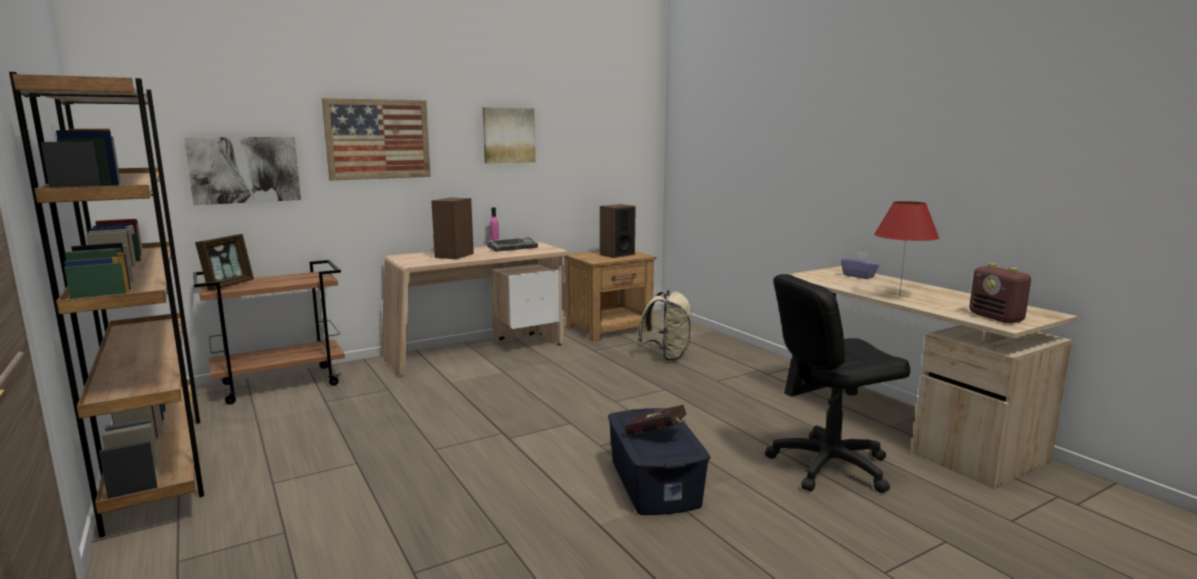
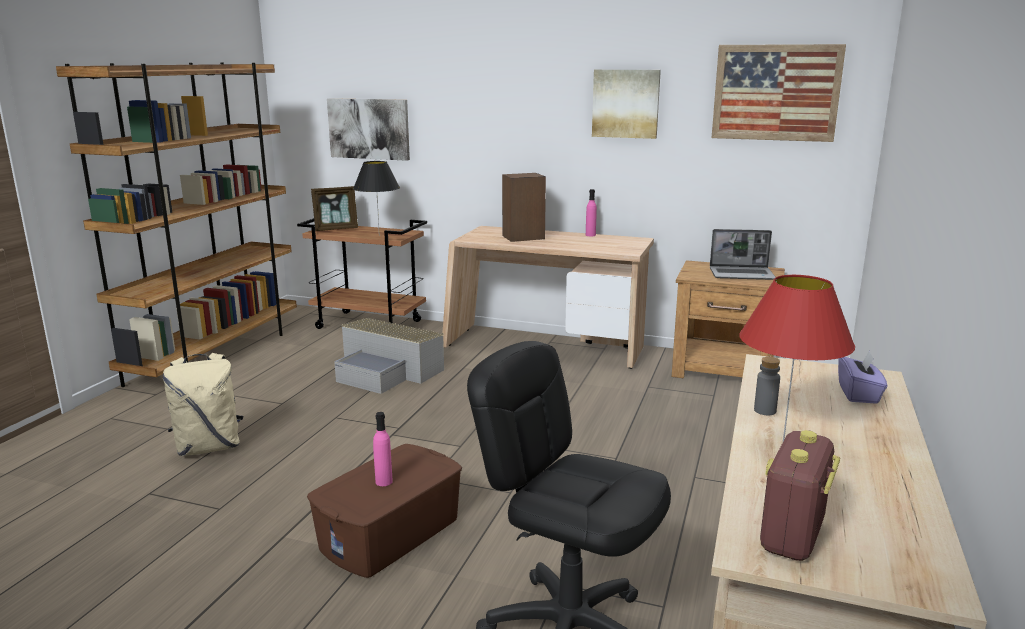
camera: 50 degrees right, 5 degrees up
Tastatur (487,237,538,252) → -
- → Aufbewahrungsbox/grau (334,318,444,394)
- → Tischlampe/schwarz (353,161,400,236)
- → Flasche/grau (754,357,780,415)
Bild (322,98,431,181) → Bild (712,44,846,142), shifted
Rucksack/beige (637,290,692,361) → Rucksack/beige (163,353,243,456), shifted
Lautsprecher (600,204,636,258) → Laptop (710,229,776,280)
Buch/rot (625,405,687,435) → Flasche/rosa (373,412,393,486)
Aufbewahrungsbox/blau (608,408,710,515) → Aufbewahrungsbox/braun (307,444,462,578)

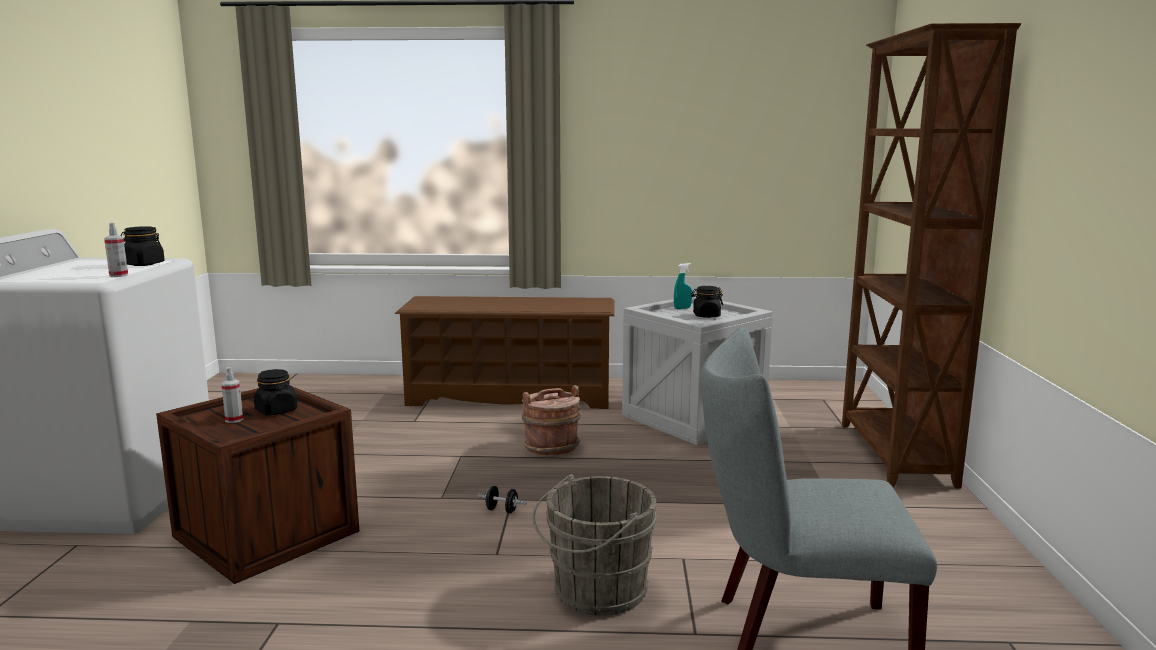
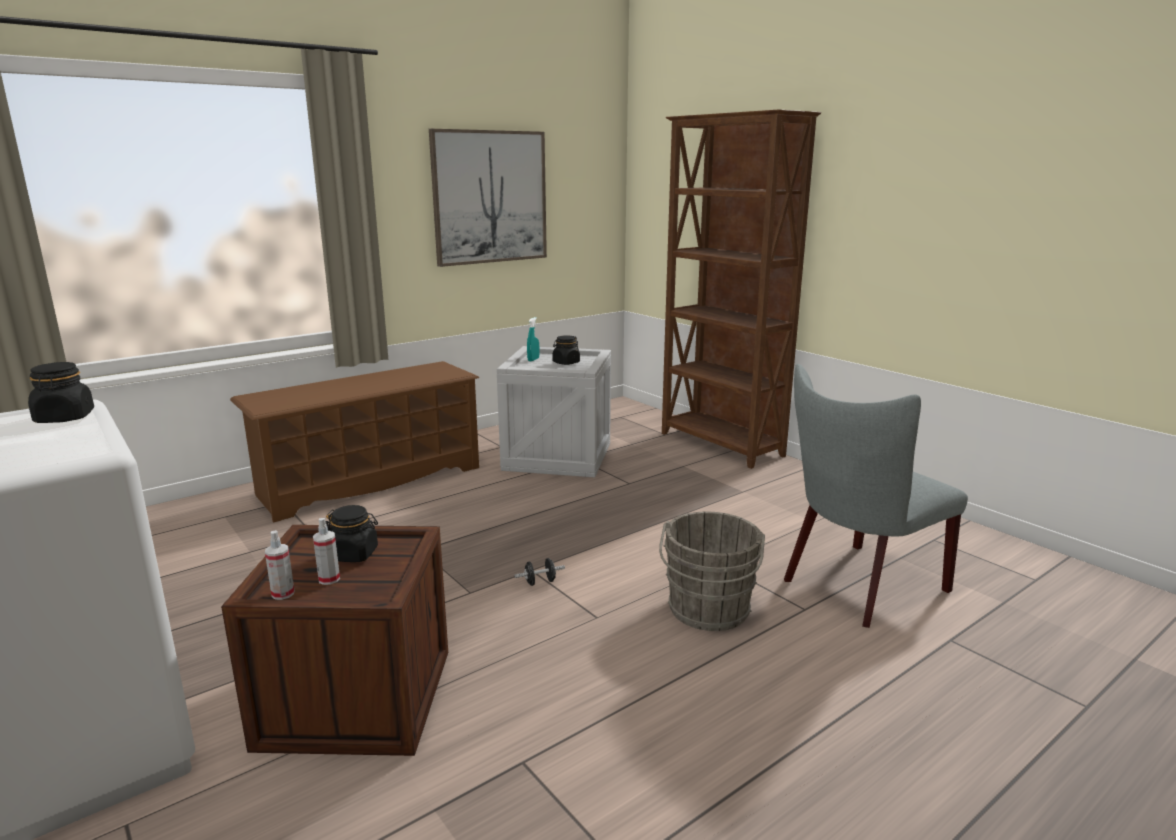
camera: 40 degrees left, 5 degrees up
Eimer/braun (522,385,581,456) → -
- → Bild (429,129,547,267)
Sprühflasche (104,223,128,277) → Sprühflasche (265,530,294,600), shifted

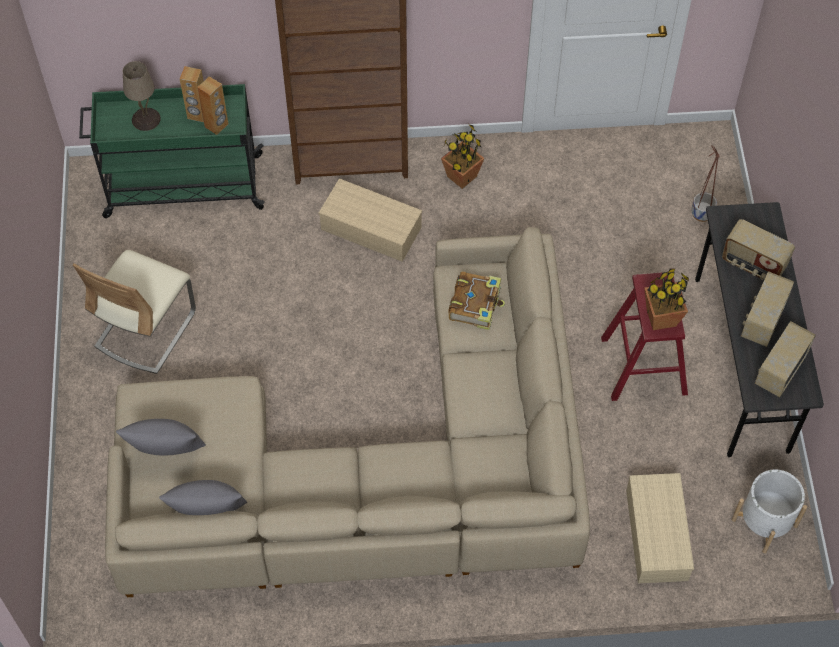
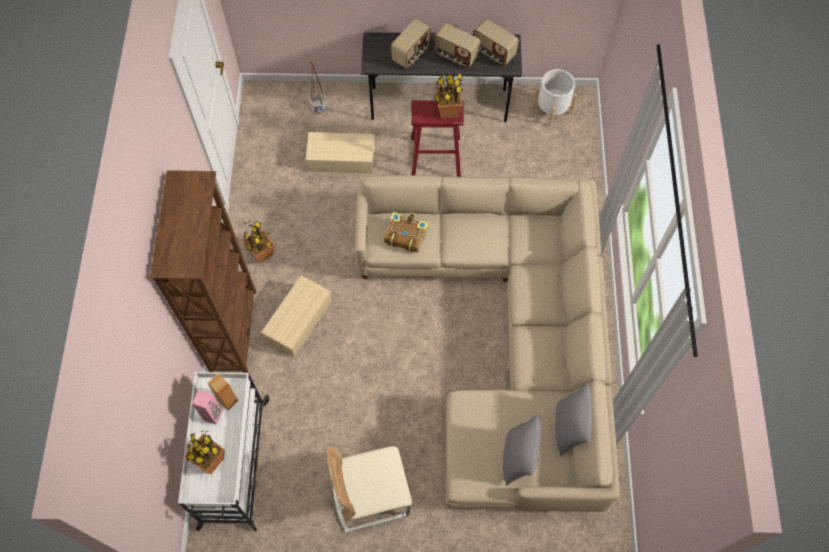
camera: 85 degrees left, 5 degrees up
Aufbewahrungsbox/beige (626,473,694,583) → Aufbewahrungsbox/beige (306,132,374,174), shifted
Tischlampe/beige (123,61,161,131) → Topfpflanze (184,431,225,474)
Rollwagen/grün (79,84,265,218) → Rollwagen/weiß (178,372,270,532)
Lautsprecher/braun (180,66,204,122) → Lautsprecher/rosa (192,390,223,425)
Stuhl/beige (73,250,196,374) → Stuhl/beige (327,446,412,533), 135 degrees clockwise

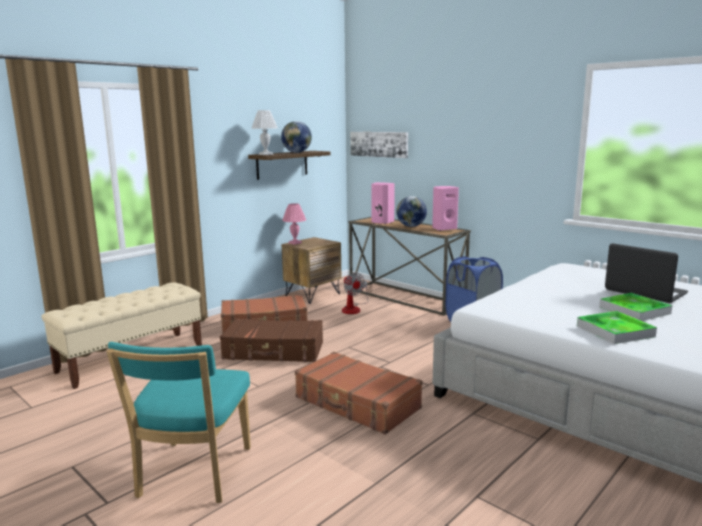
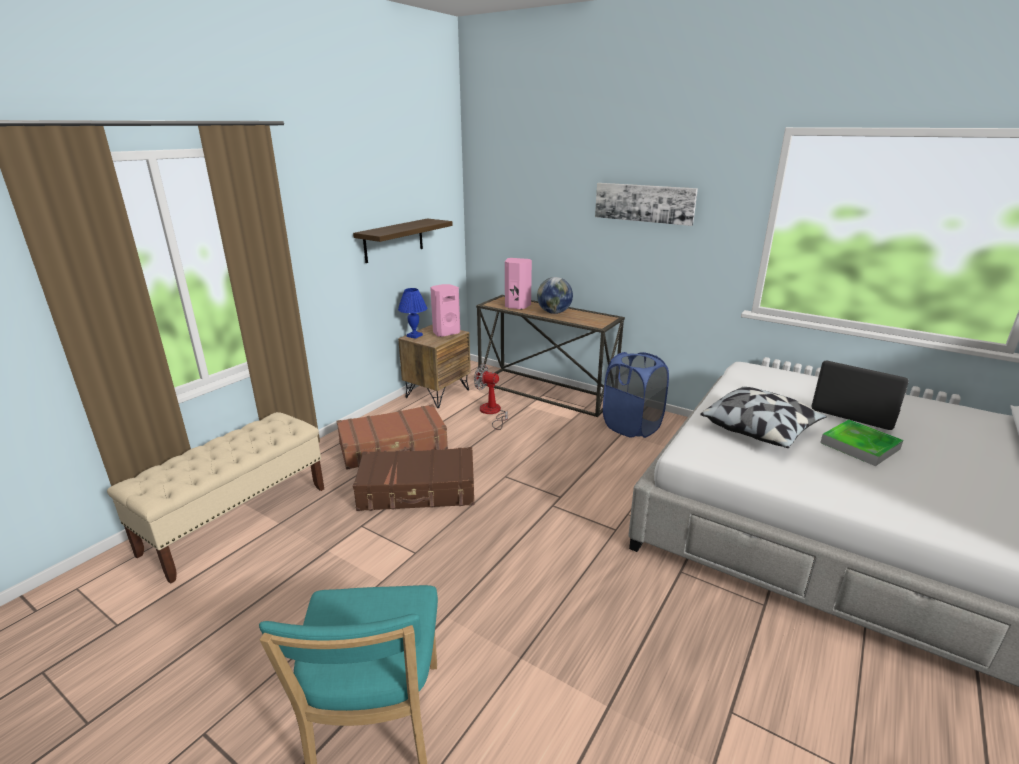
camera: 10 degrees left, 10 degrees up
Tischlampe/weiß (251,110,278,155) → -
Globus (281,121,312,153) → -
Koffer/braun (295,352,423,435) → -
Tablett (577,311,657,344) → -
- → Kissen (701,386,827,448)
Bild (350,132,408,158) → Bild (595,183,698,226), shifted
Lautsprecher/rosa (432,186,459,231) → Lautsprecher/rosa (430,284,460,337), shifted
Tischlampe/rosa (282,203,306,245) → Tischlampe/blau (398,288,427,339)
Ventilator (342,273,369,314) → Ventilator (474,364,508,430), 150 degrees clockwise

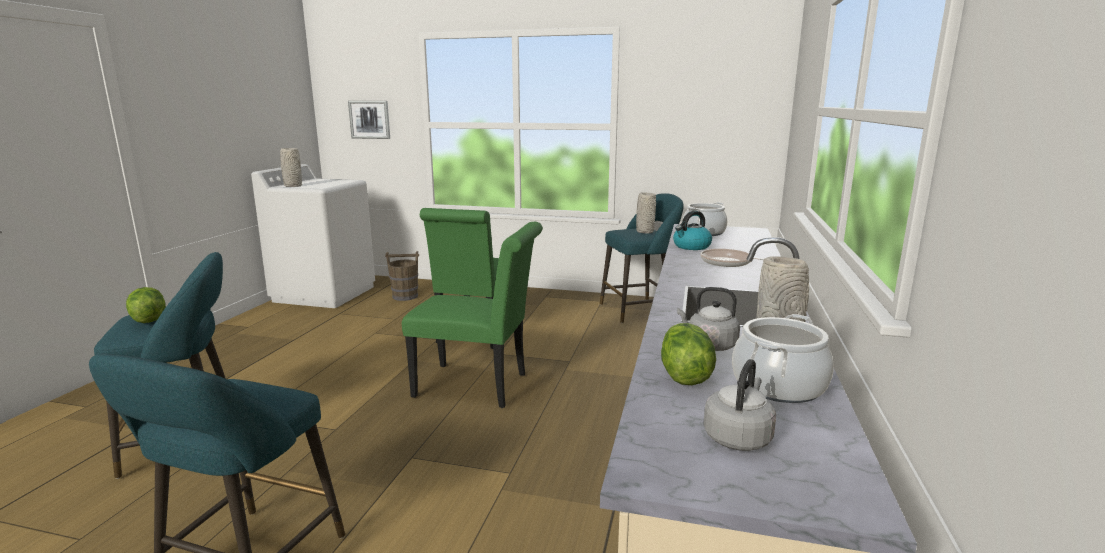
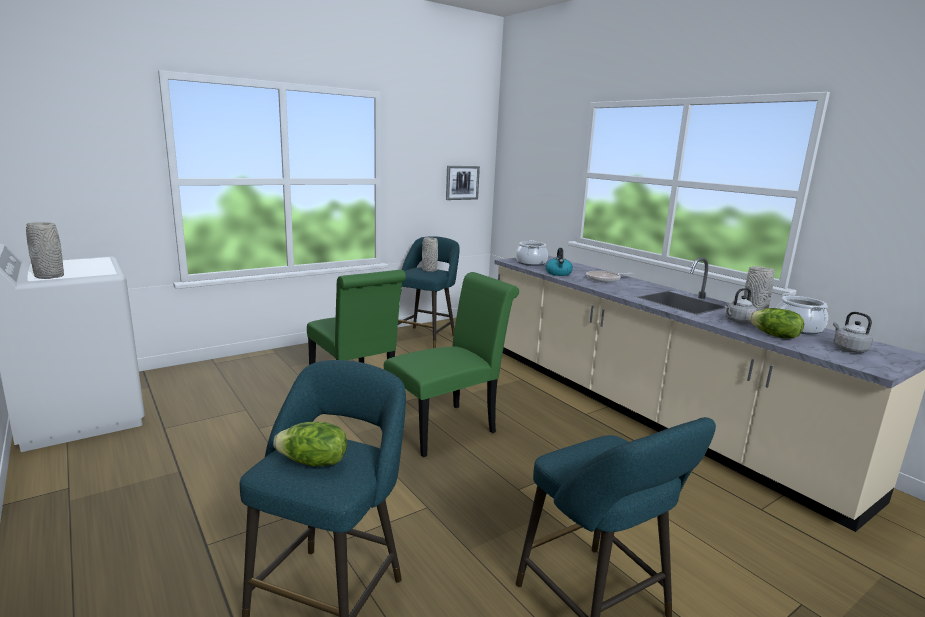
camera: 50 degrees left, 0 degrees up
Eimer/braun (385,251,419,301) → -
Bild (348,101,390,139) → Bild (446,166,480,200), shifted

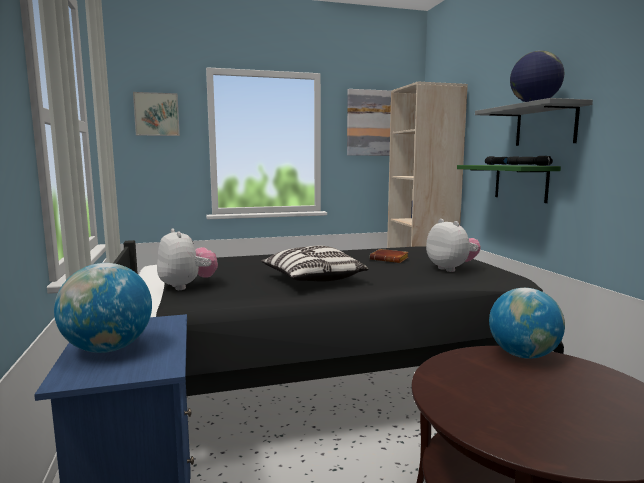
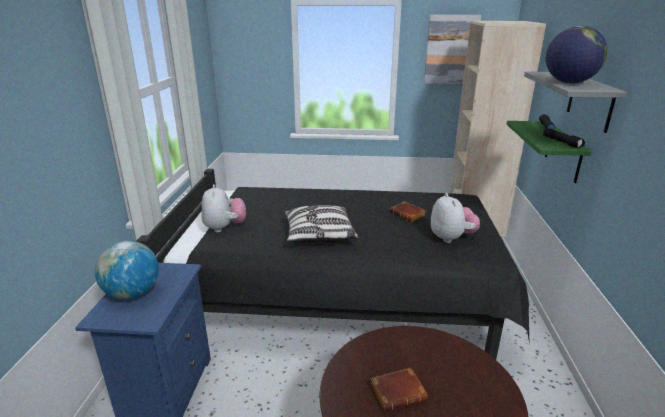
camera: 20 degrees right, 15 degrees up
Bild (133,92,180,136) → -
Globus (489,288,565,359) → -
- → Buch/braun (370,368,428,412)

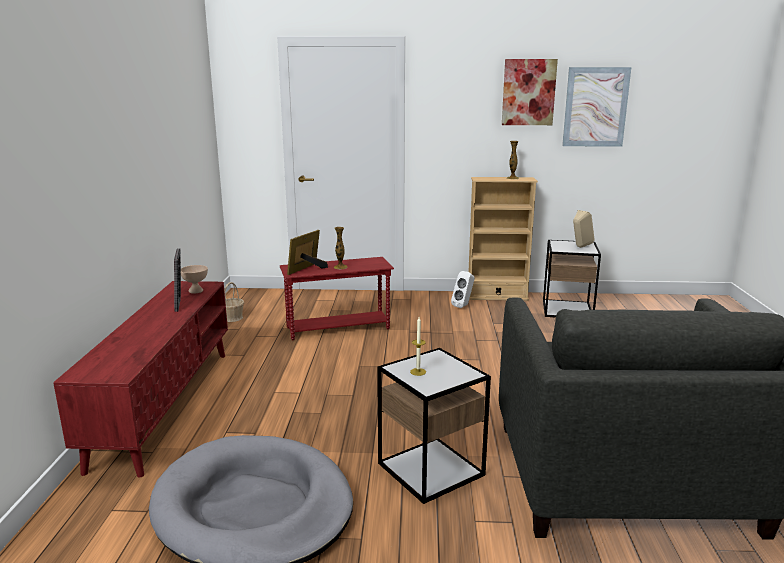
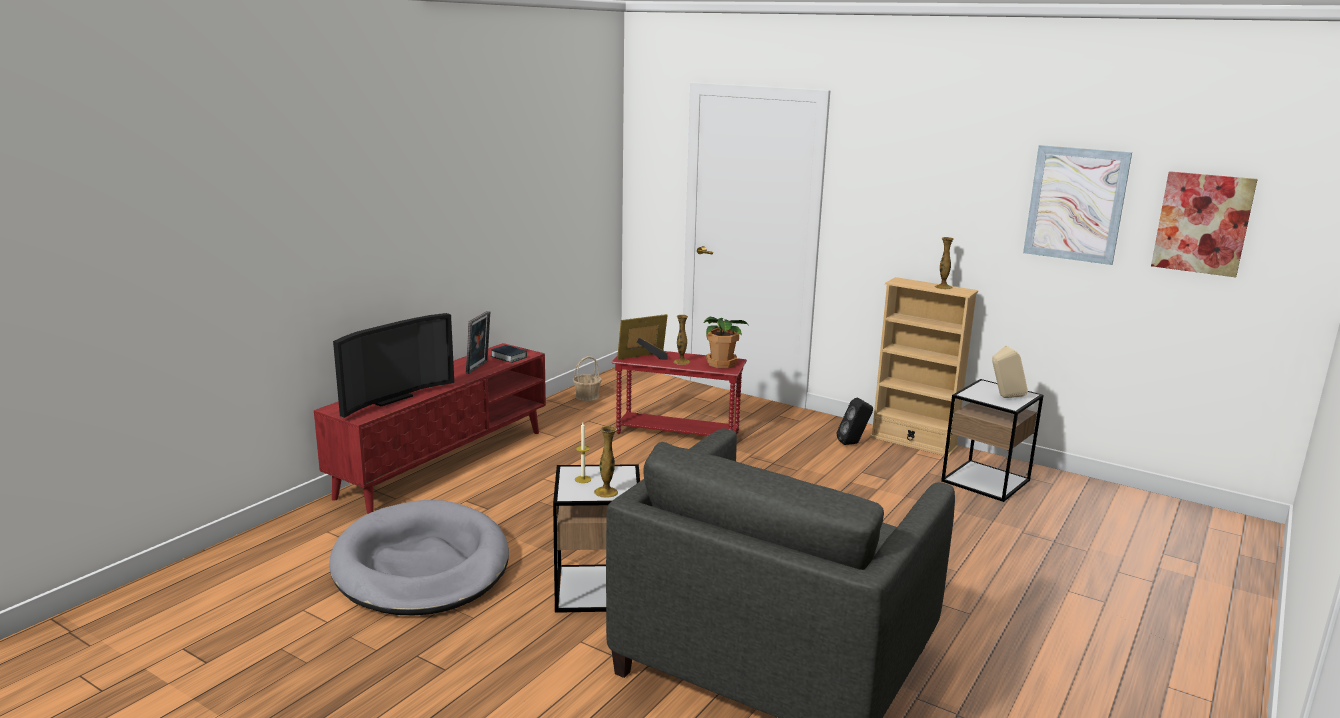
camera: 30 degrees right, 0 degrees up
- → Fernseher (333,313,454,418)
- → Vase (594,426,618,498)
- → Topfpflanze (704,316,748,368)
Bild (502,59,558,125) → Bild (1151,171,1258,278), shifted
Schüssel/beige (181,265,208,294) → Buch (491,345,527,363)
Lautsprecher/weiß (451,271,475,308) → Lautsprecher/schwarz (837,398,873,445)

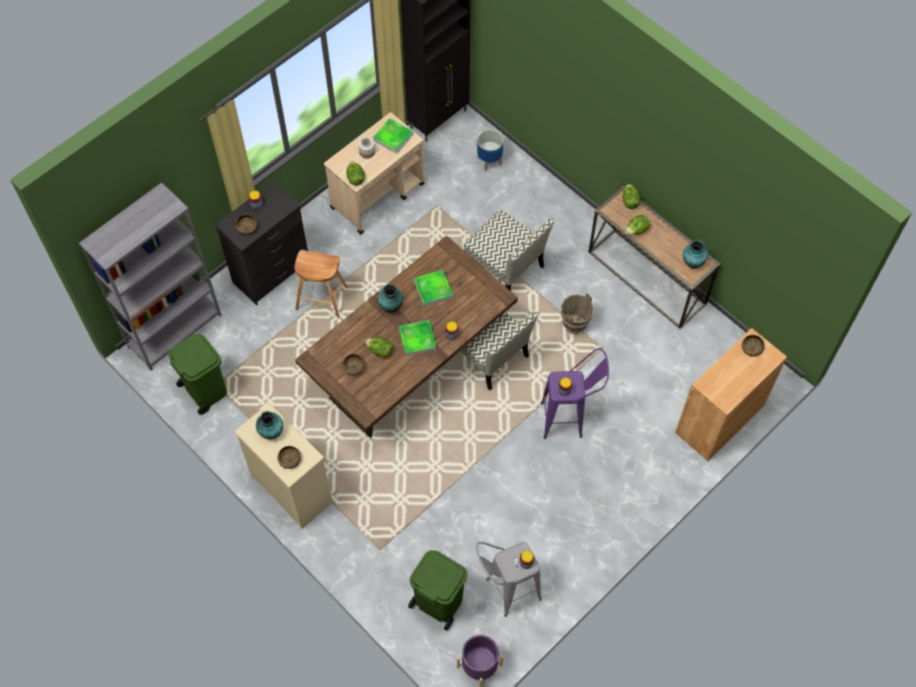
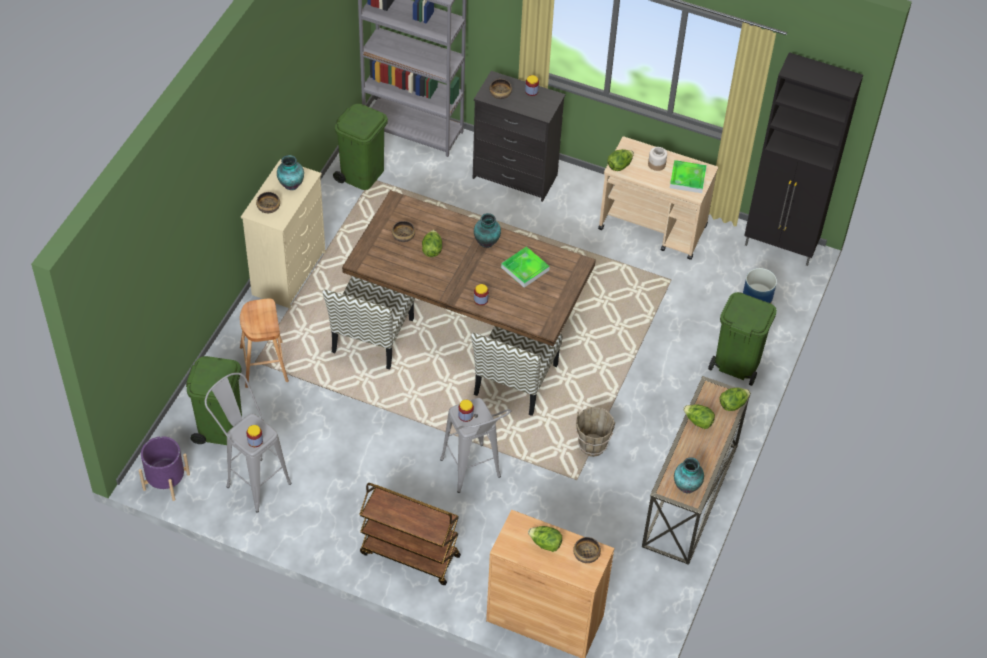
camera: 65 degrees right, 10 degrees down
Tablett (399,320,436,356) → -
- → Rollwagen/braun (359,483,461,585)
- → Salatkopf (528,526,562,552)
- → Mülleimer/grün (708,292,777,386)
Hocker/braun (294,250,348,318) → Hocker/braun (240,299,289,388), shifted
Stuhl (464,210,554,291) → Stuhl (323,276,415,370), shifted
Hocker/lila (541,348,609,439) → Hocker/grau (440,398,512,493)

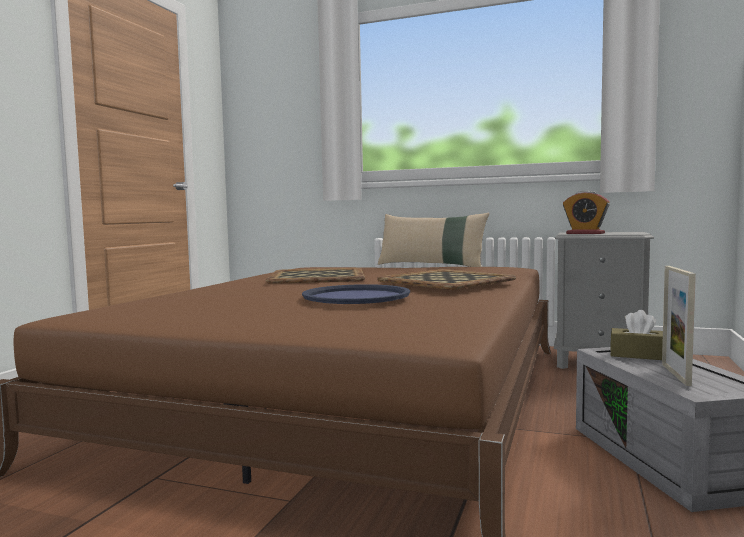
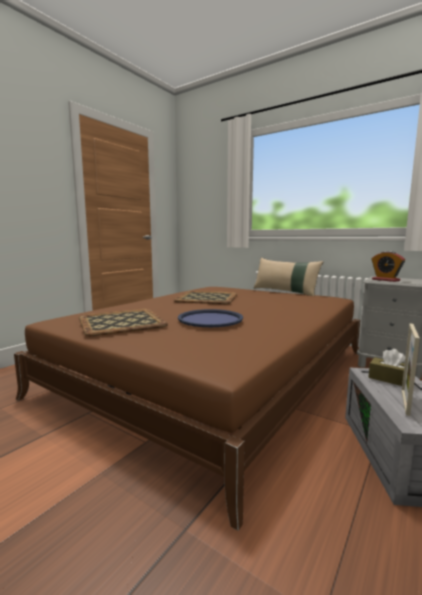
camera: 15 degrees right, 5 degrees up
Tablett (377,269,516,290) → Tablett (79,309,168,336), shifted

